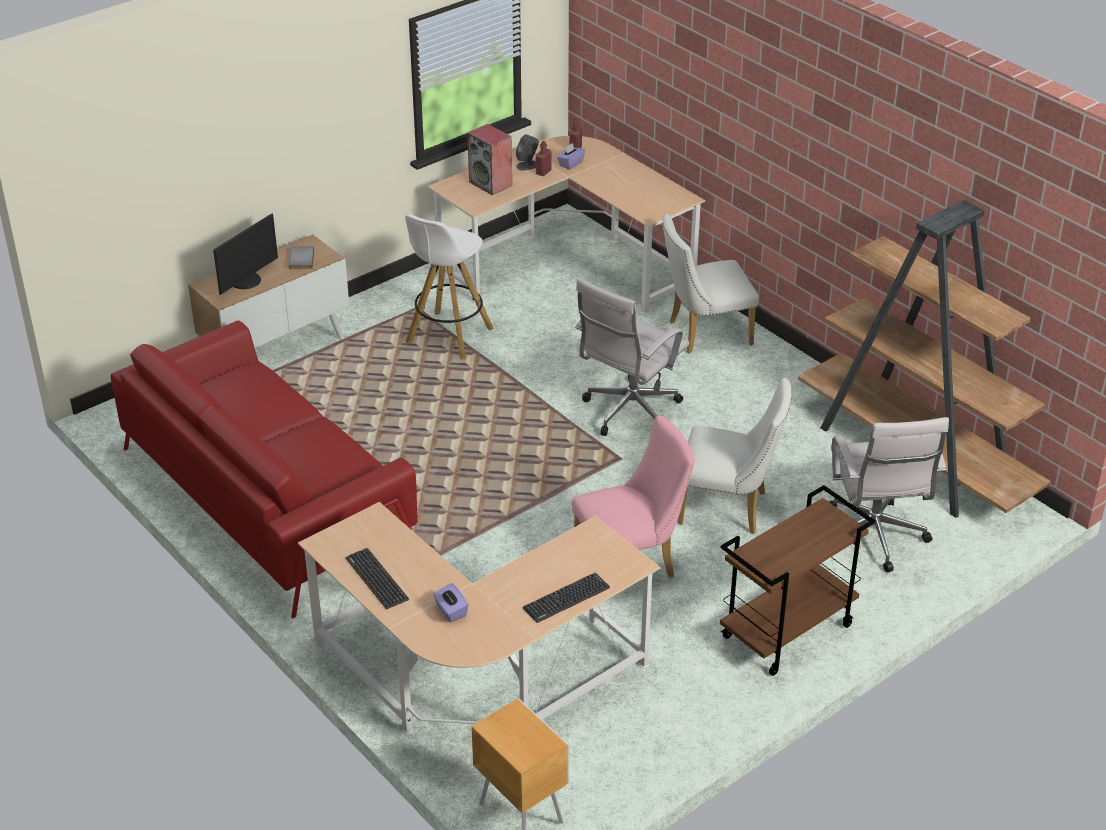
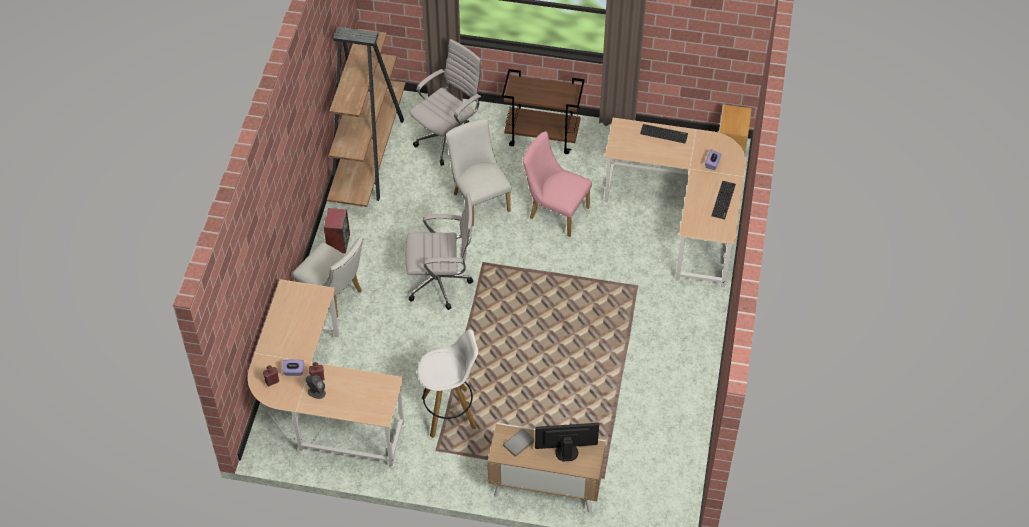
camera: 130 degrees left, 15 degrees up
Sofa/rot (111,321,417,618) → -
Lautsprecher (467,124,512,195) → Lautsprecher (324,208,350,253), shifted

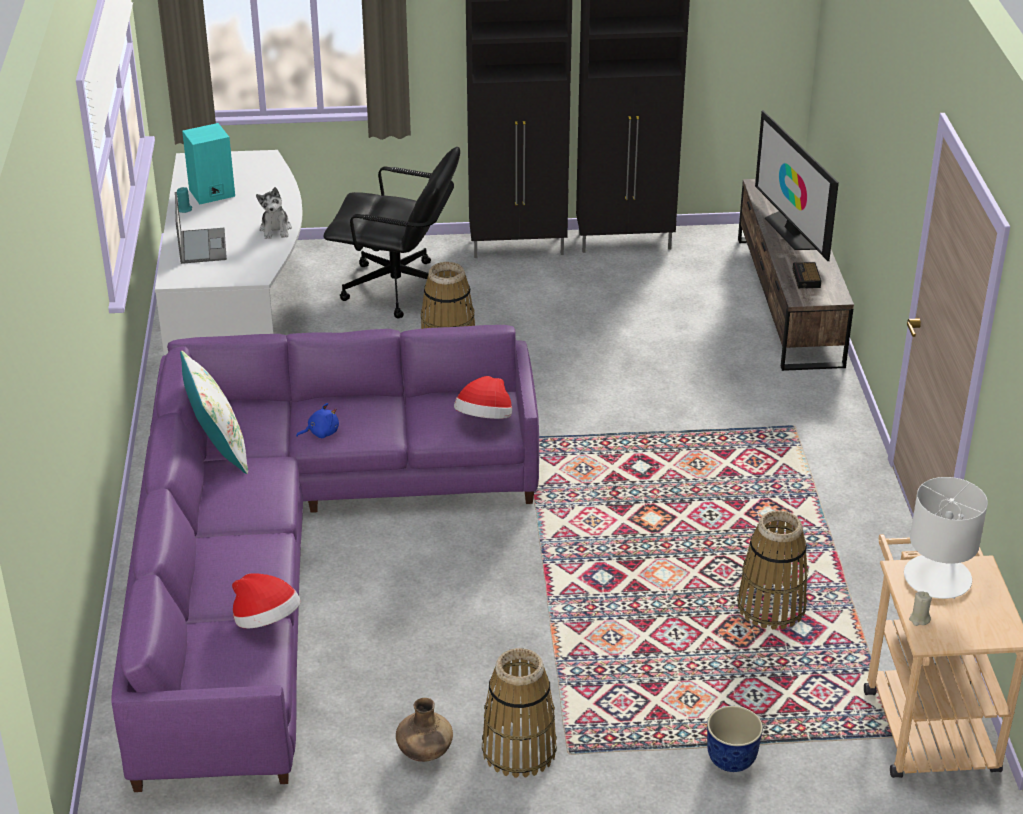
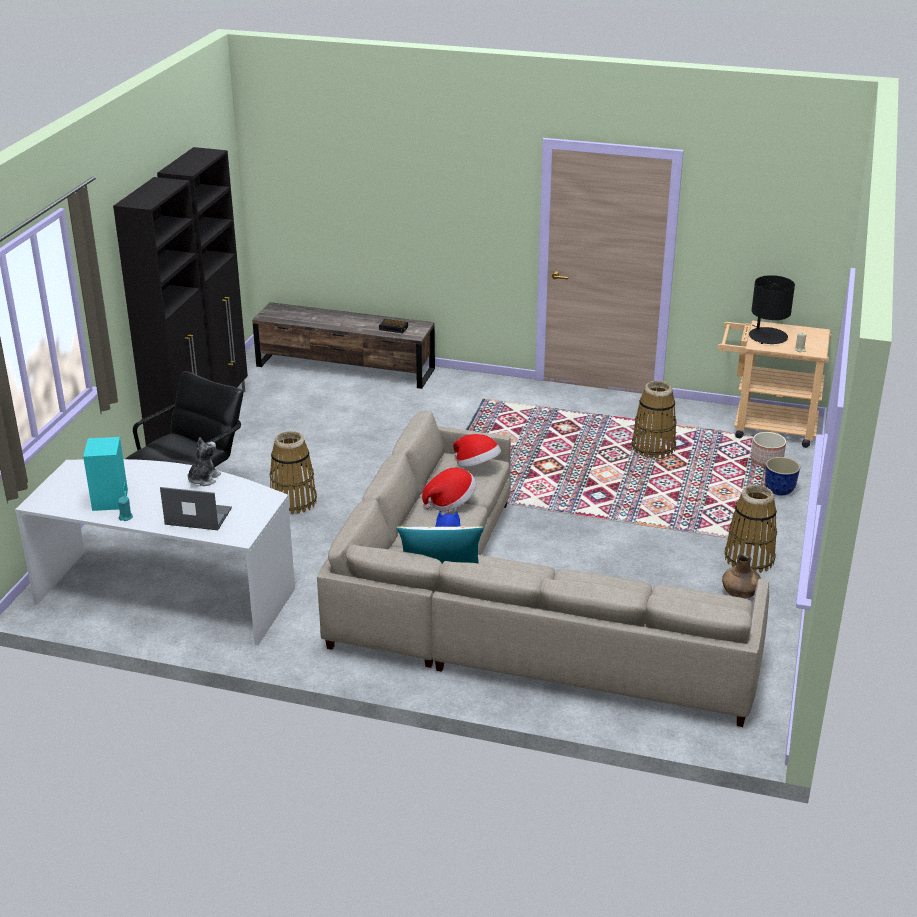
camera: 70 degrees left, 5 degrees down
Fernseher (755,110,839,261) → -
- → Pflanzkübel (751,432,786,467)
Hut (232,573,300,628) → Hut (422,468,476,511), shifted
Sofa/lila (112,325,539,792) → Sofa/beige (317,411,769,727)
Tischlampe/weiß (904,477,988,599) → Tischlampe/schwarz (749,275,795,344)
Plüschtier (256,187,292,239) → Plüschtier (188,437,221,486), 75 degrees counterclockwise

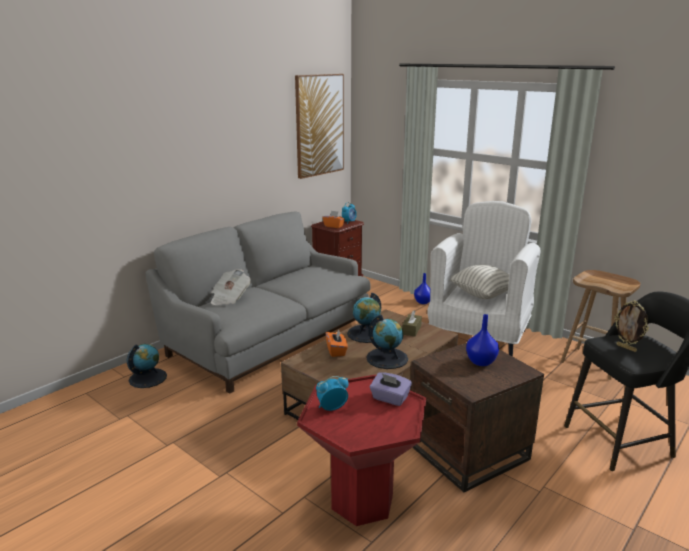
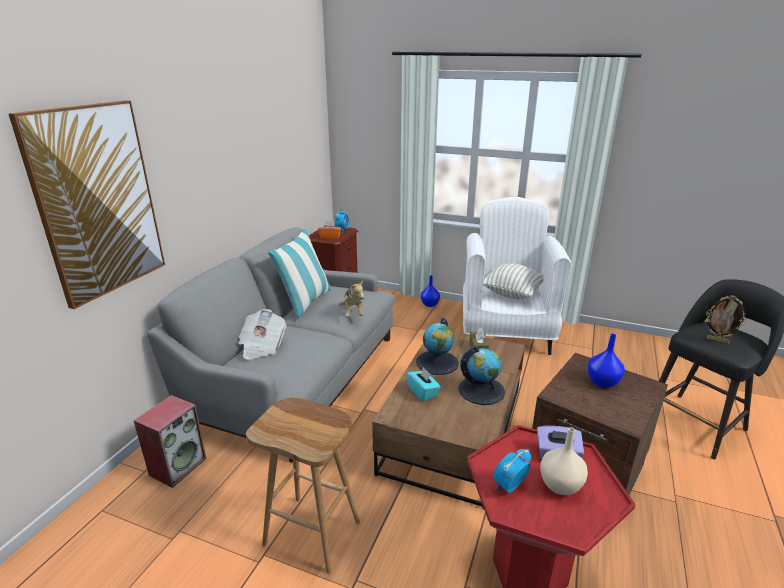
camera: 20 degrees left, 5 degrees up
- → Kissen (268,228,331,318)
- → Plüschtier (338,280,364,317)
- → Vase/beige (540,427,588,495)
Bild (295,74,344,179) → Bild (9,100,165,309), shifted
Hocker/braun (561,270,641,380) → Hocker/braun (246,398,360,574), shifted
Globus (127,344,167,388) → Lautsprecher (134,395,207,488)
Taschentuchbox/orange (326,329,348,357) → Taschentuchbox/türkis (406,367,441,401)

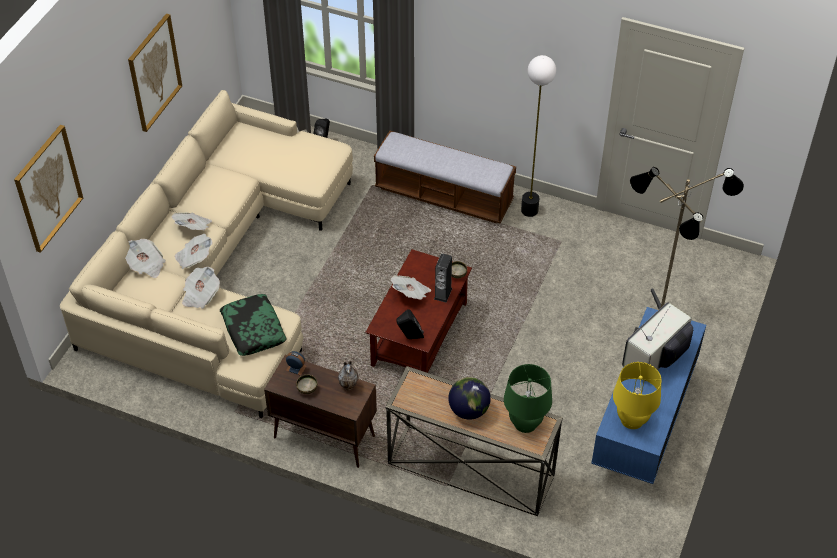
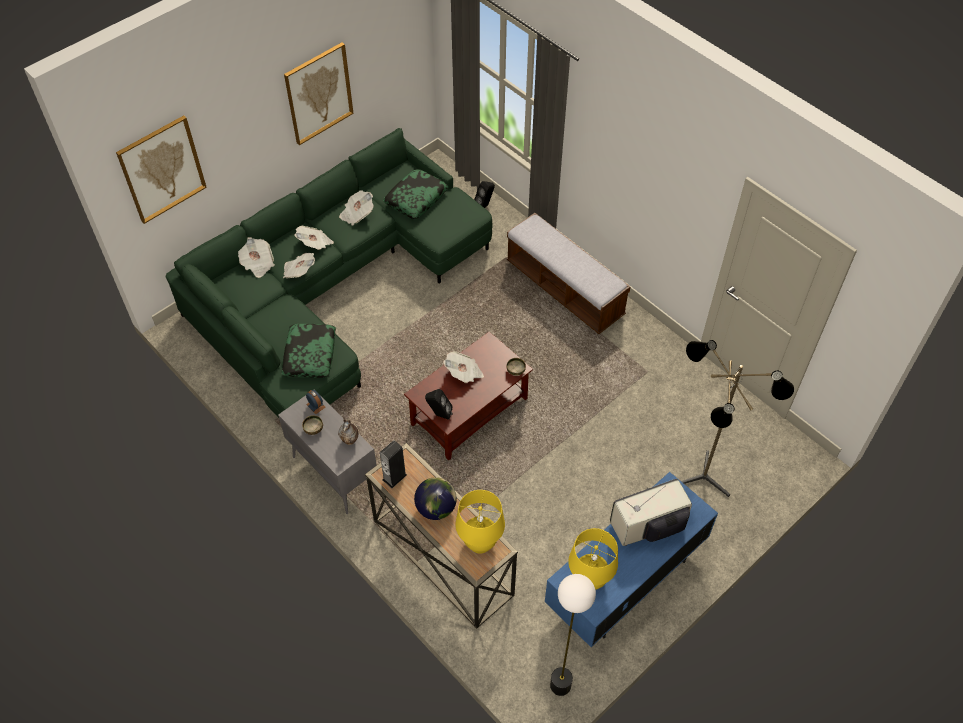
camera: 25 degrees right, 5 degrees up
- → Kissen (383,169,448,219)
Zeitung (182,267,220,309) → Zeitung (339,190,373,225), shifted
Lautsprecher (434,254,452,303) → Lautsprecher (380,440,407,488), shifted
Stehlampe (521,55,556,217) → Stehlampe (550,574,596,696), shifted
Sofa/beige (60,90,353,418) → Sofa/grün (165,128,493,418)
Schrank/braun (264,355,377,468) → Schrank/grau (278,389,377,514)
Tischlampe/grün (504,364,552,433) → Tischlampe/gelb (455,490,505,553)

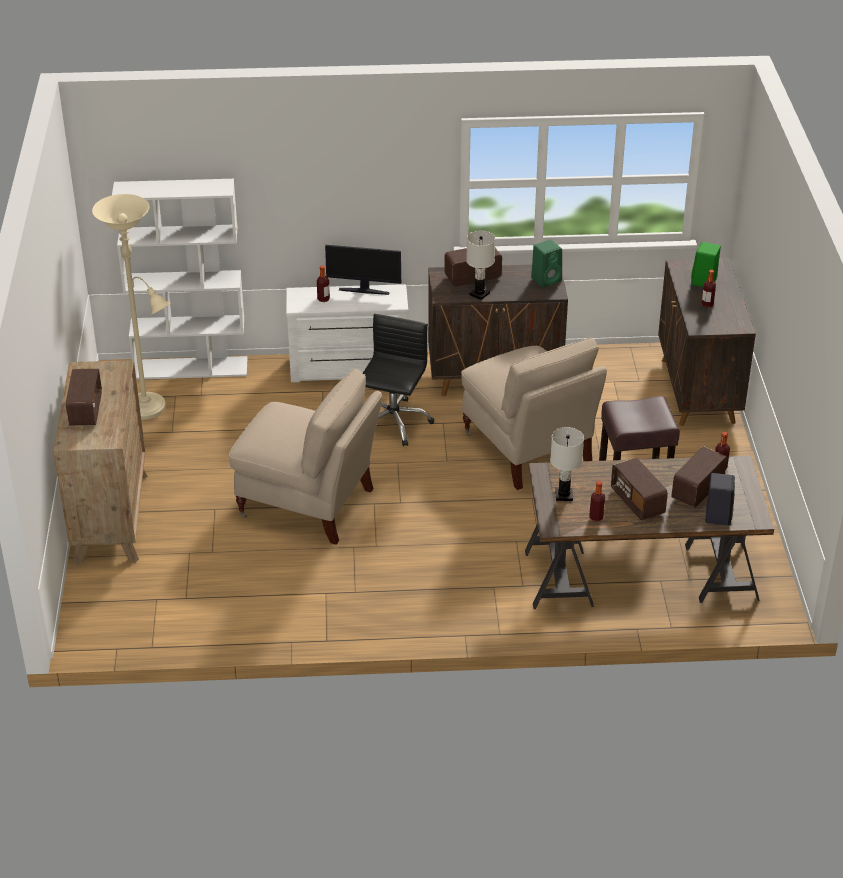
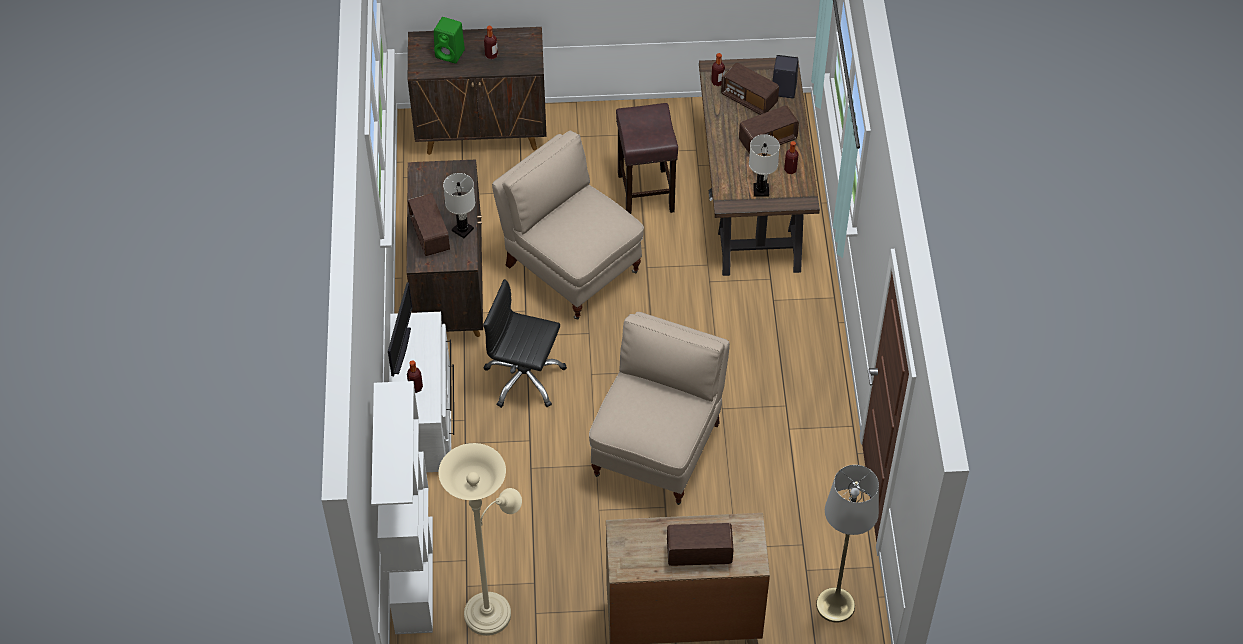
camera: 90 degrees left, 15 degrees up
Lautsprecher/grün (531,240,562,287) → -
- → Stehlampe/grau (816,465,879,623)
Stuhl/beige (461,338,607,490) → Stuhl/beige (492,131,644,320), 105 degrees counterclockwise

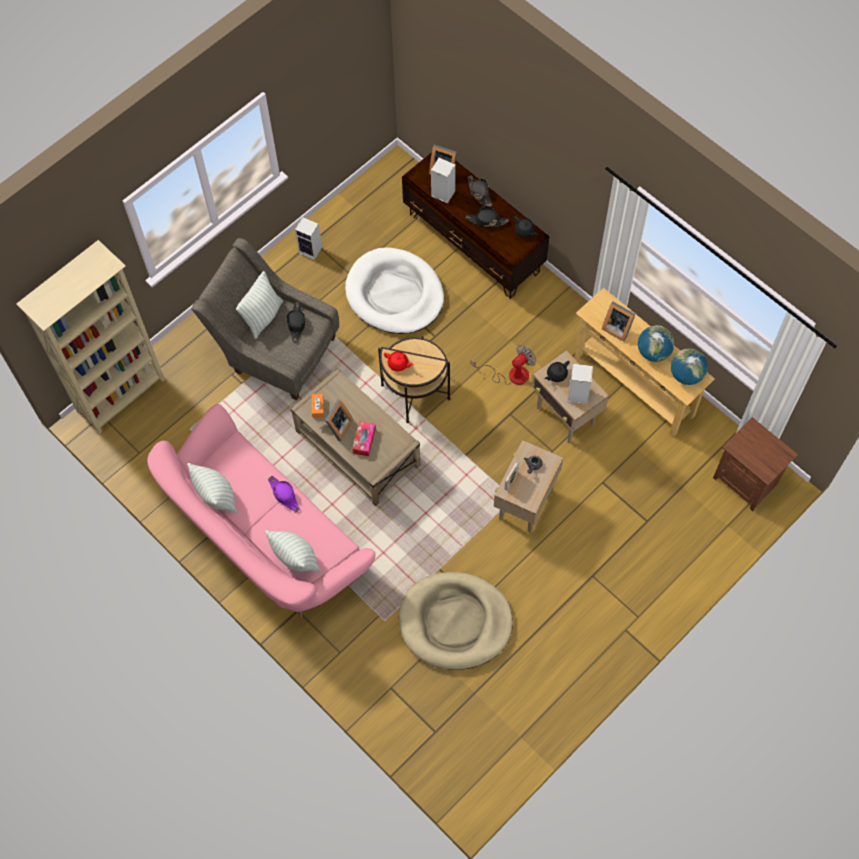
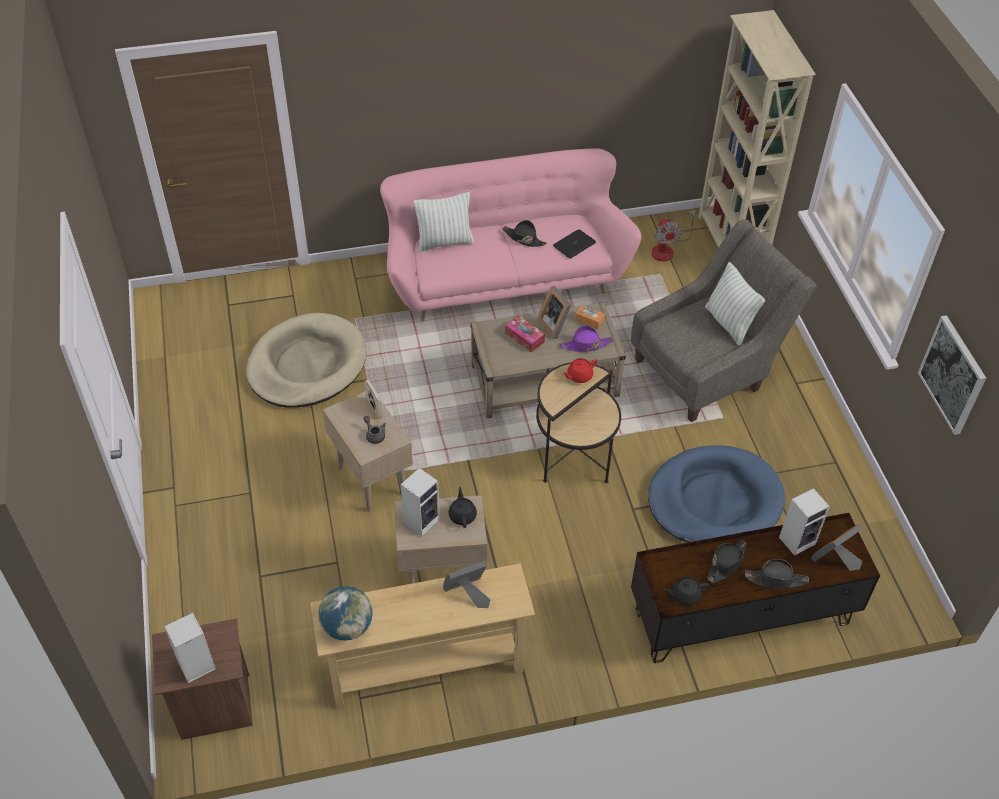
camera: 120 degrees right, 15 degrees down
Kissen (187,463,237,514) → -
Globus (638,325,674,362) → -
- → Laptop (553,229,596,259)
- → Bild (918,315,986,435)
Hut/lila (268,476,300,512) → Hut/lila (559,325,613,352), shifted
Hut/schwarz (286,302,306,342) → Hut/schwarz (503,220,547,247), shifted
Lautsprecher (295,217,322,260) → Lautsprecher (164,612,216,683), shifted
Ventilator (471,345,536,385) → Ventilator (651,210,695,261), shifted
Hundebett/weiß (345,248,444,334) → Hundebett/blau (648,446,785,542)

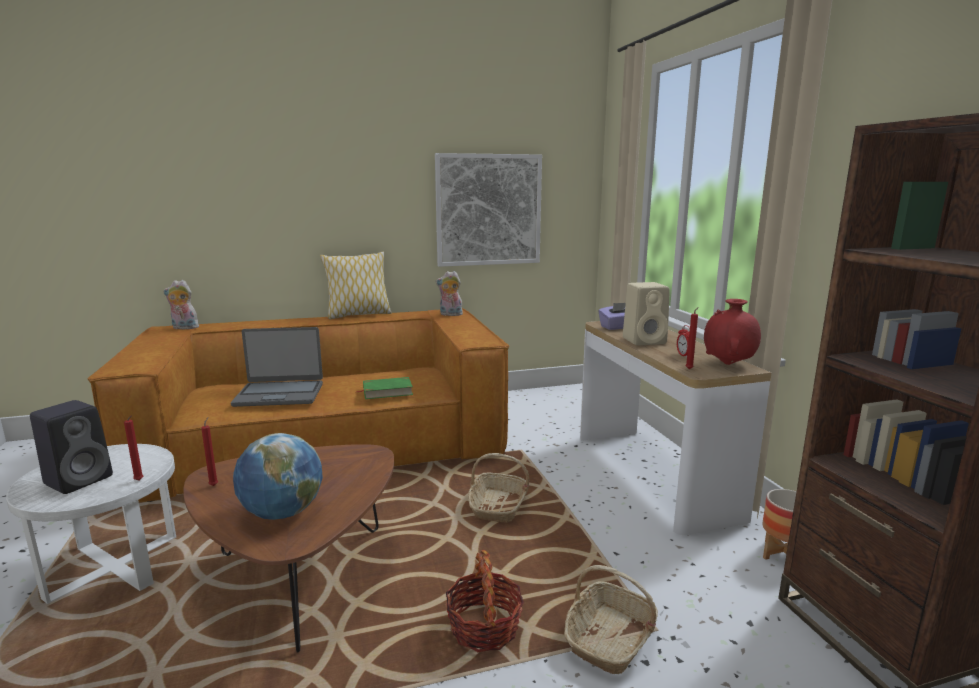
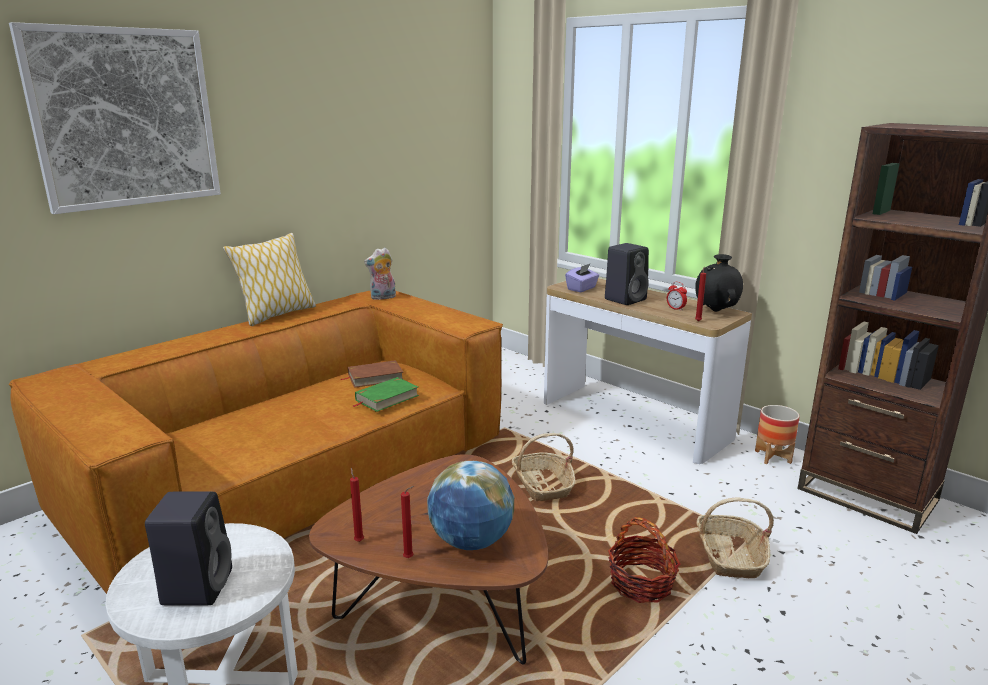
camera: 30 degrees left, 5 degrees up
Plüschtier (163,280,199,329) → -
Laptop (231,327,323,407) → -
- → Buch/braun (341,360,404,388)
Kerze/rot (124,415,143,481) → Kerze/rot (401,486,414,558), shifted
Bild (435,153,542,267) → Bild (9,22,221,214), shifted
Lautsprecher/beige (623,282,670,345) → Lautsprecher/schwarz (605,243,649,305)
Vase/rot (704,299,761,365) → Vase/schwarz (695,254,743,312)

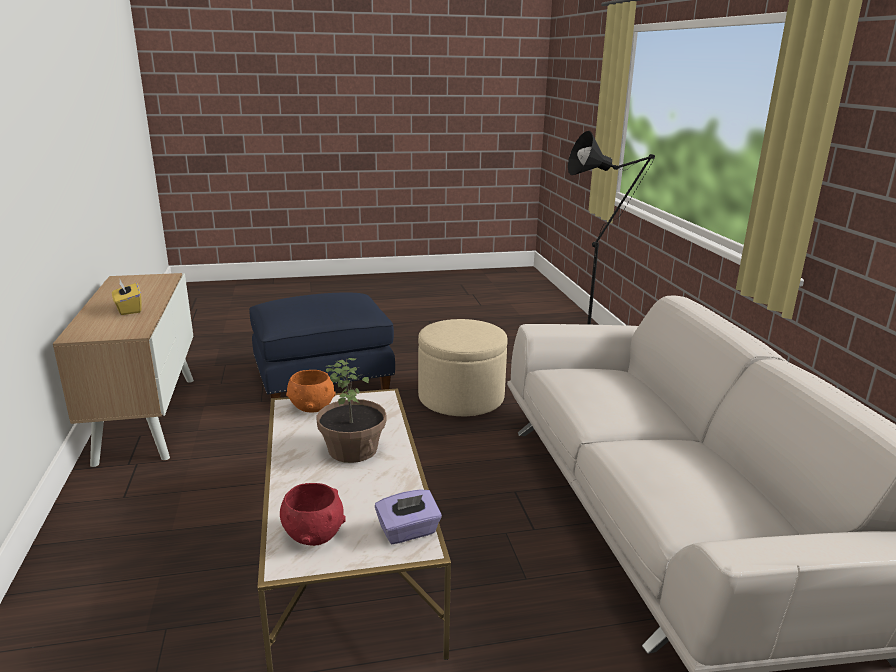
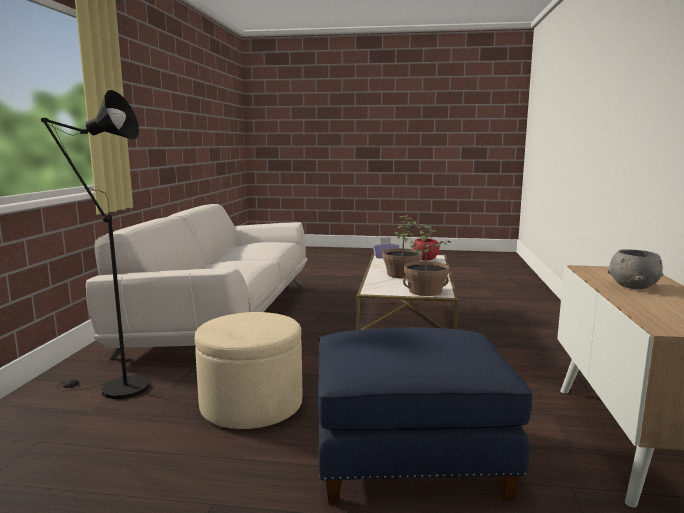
camera: 160 degrees left, 10 degrees down
Taschentuchbox/gelb (112,280,142,315) → Schüssel/grau (607,249,663,289)
Schüssel/orange (286,370,336,412) → Topfpflanze (403,224,451,296)

